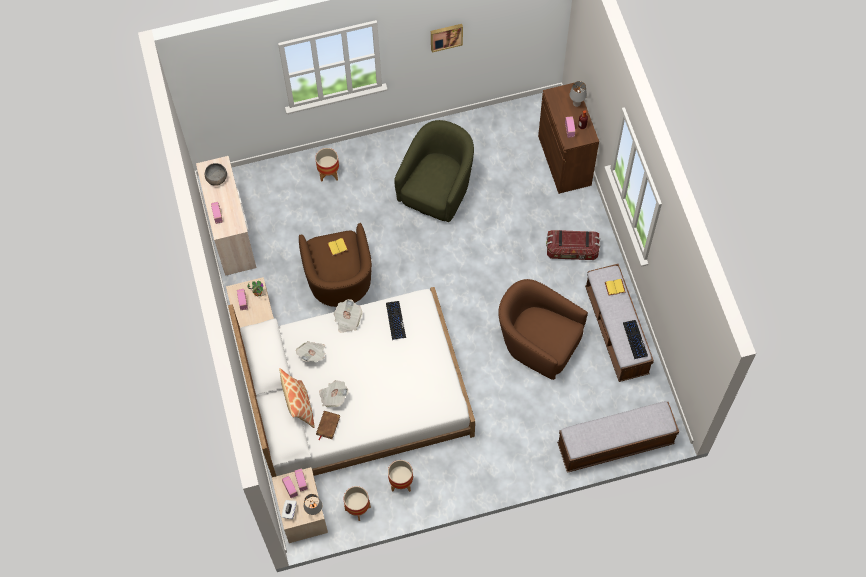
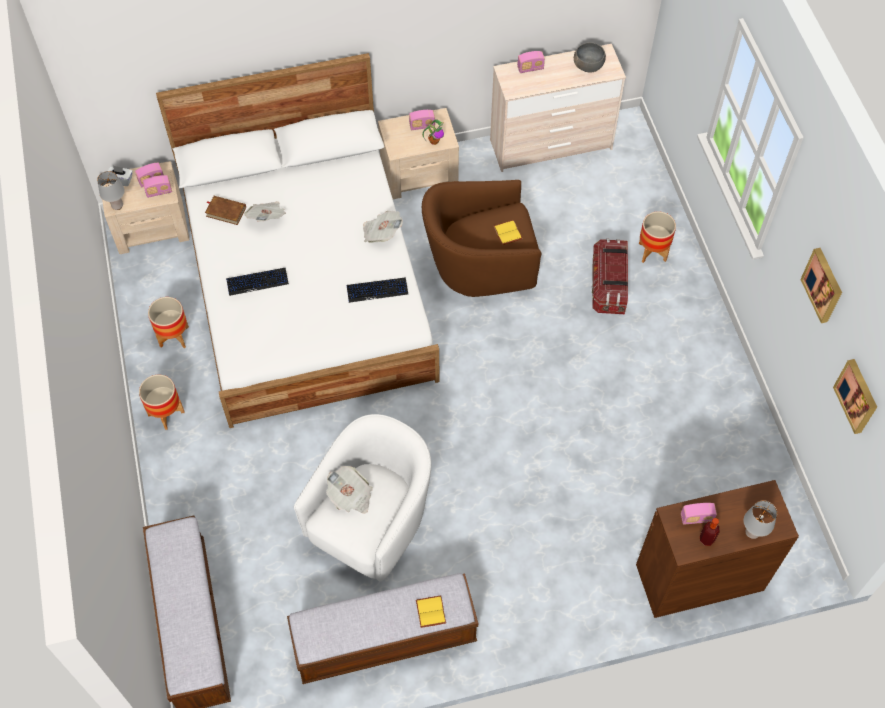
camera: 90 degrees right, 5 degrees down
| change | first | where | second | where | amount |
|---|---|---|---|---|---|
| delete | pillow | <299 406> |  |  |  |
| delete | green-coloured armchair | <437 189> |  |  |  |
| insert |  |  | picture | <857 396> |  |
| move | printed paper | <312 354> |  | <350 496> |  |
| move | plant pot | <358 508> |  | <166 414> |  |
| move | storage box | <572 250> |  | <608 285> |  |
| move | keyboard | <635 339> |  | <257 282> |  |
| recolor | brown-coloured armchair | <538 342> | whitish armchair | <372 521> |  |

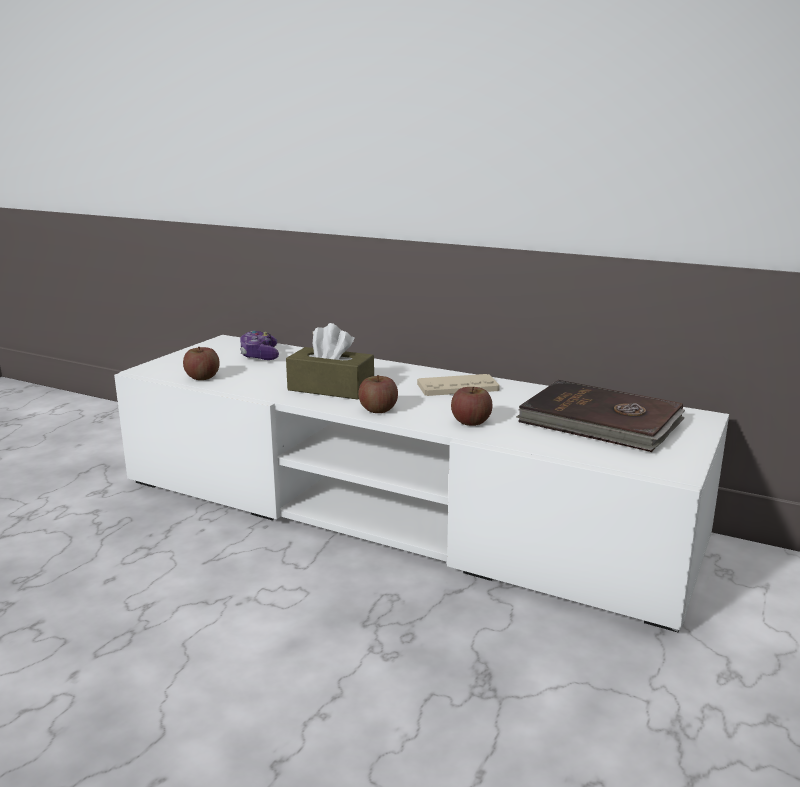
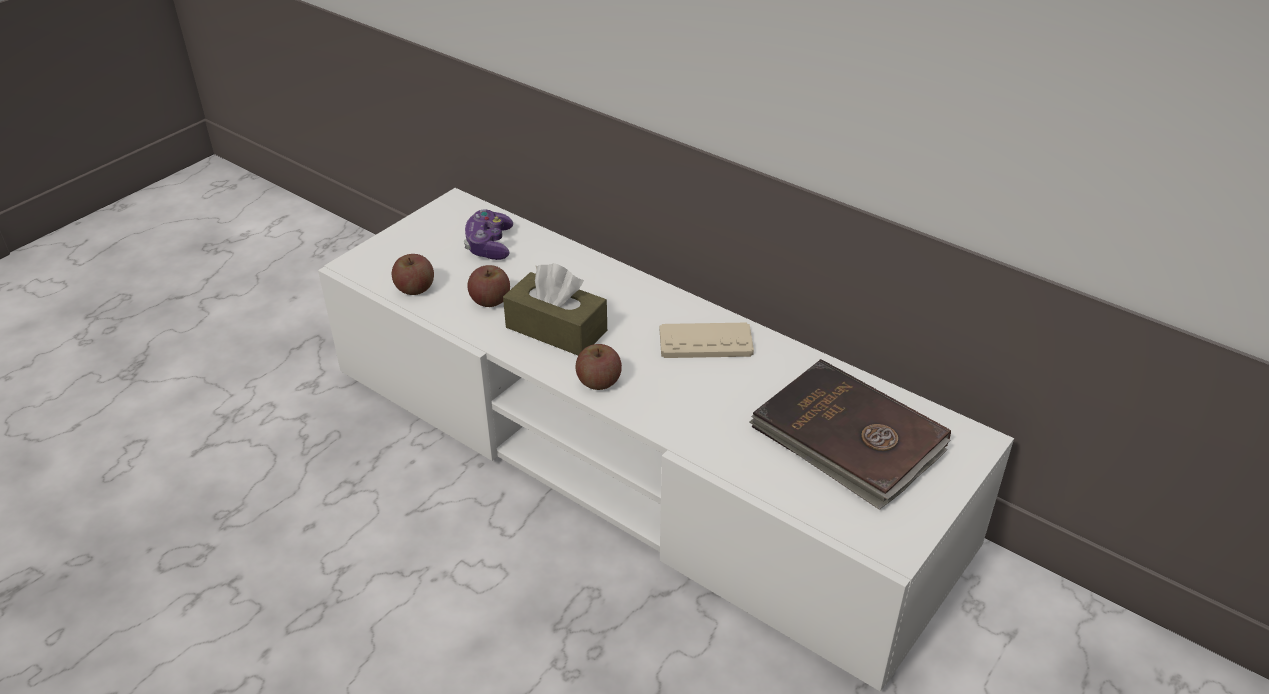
camera: 10 degrees right, 20 degrees up
| change | first | where | second | where | amount |
|---|---|---|---|---|---|
| move | apple | <471 422> |  | <490 300> |  |

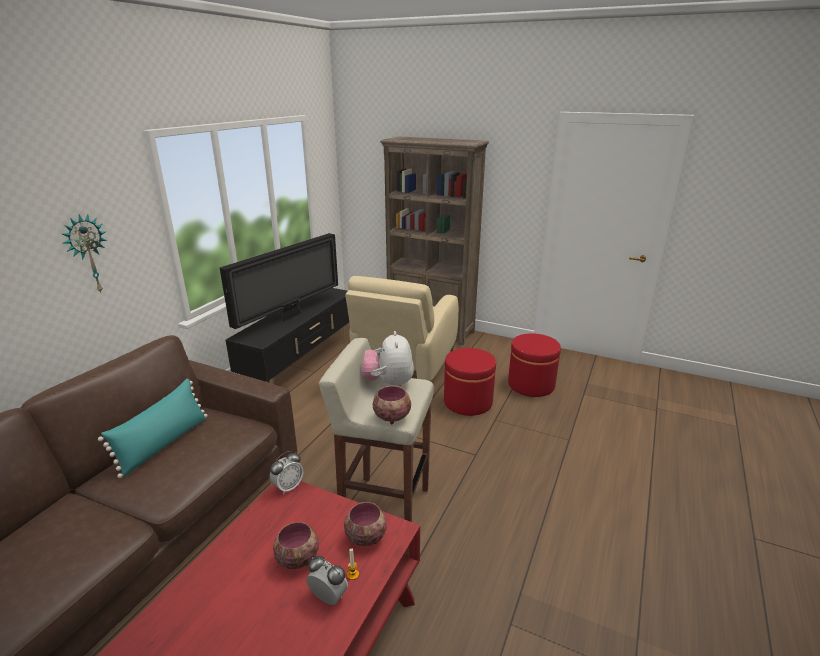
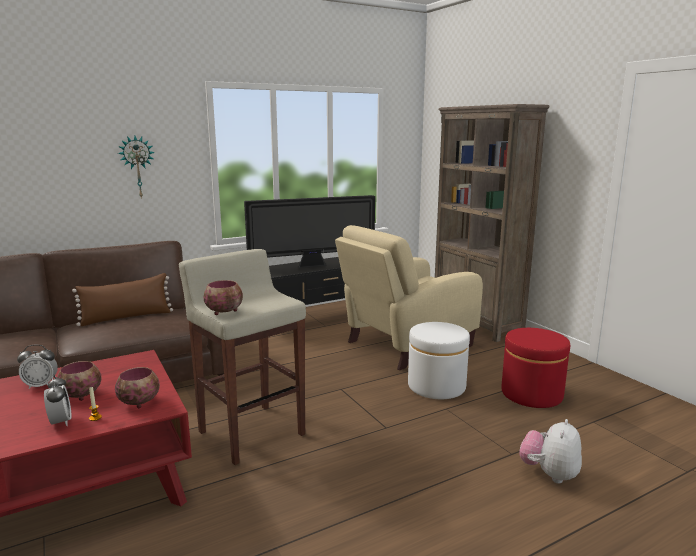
camera: 35 degrees right, 10 degrees down
| change | first | where | second | where | amount |
|---|---|---|---|---|---|
| move | table clock | <288 487> |  | <41 385> |  |
| move | cuddly toy | <388 383> |  | <549 474> |  |
| recolor | turquoise pillow | <164 444> | brown-coloured pillow | <127 317> |  |
| recolor | red pouffe | <468 402> | whitish pouffe | <436 386> |  |

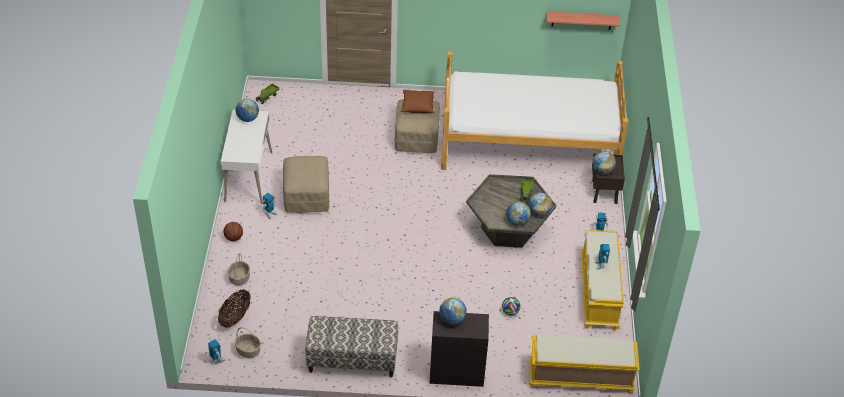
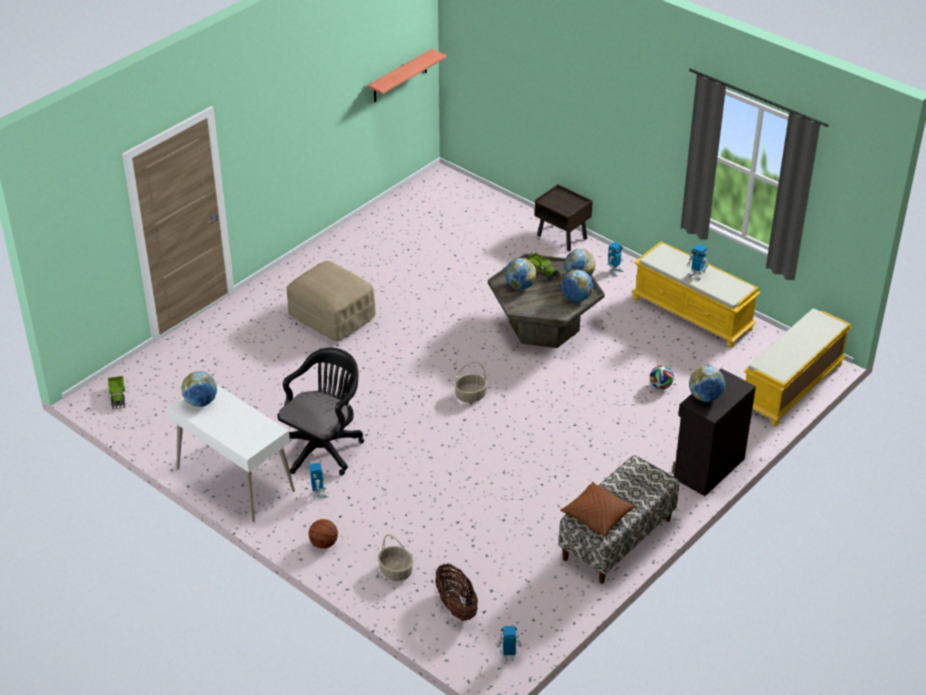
camera: 50 degrees left, 5 degrees down
| change | first | where | second | where | amount |
|---|---|---|---|---|---|
| delete | bedroom bed | <529 143> |  |  |  |
| move | storage basket | <248 351> |  | <470 396> |  |
| move | brown-coloured pillow | <417 106> |  | <597 516> |  |
| move | world globe | <602 170> |  | <520 286> |  |
| replace | beige pouffe | <307 195> | blackish computer chair | <324 447> |  |

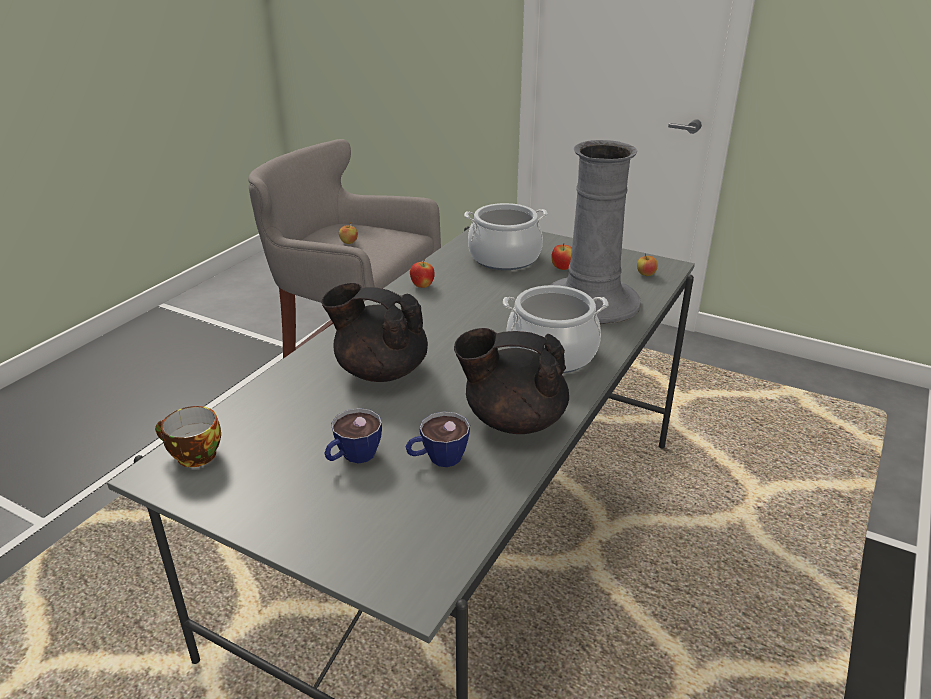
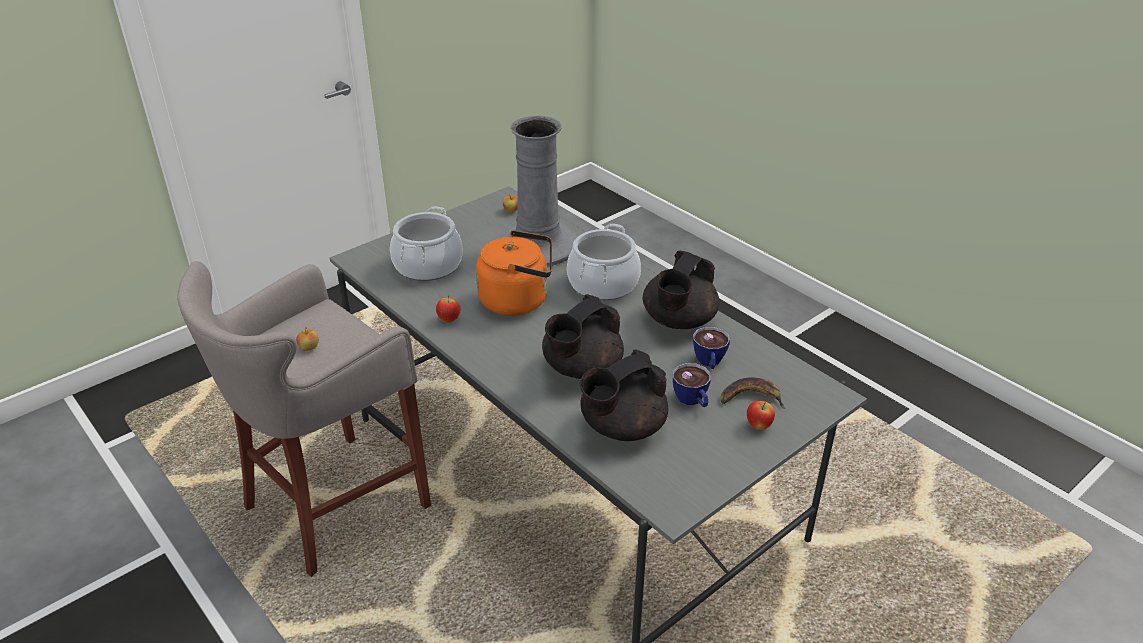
camera: 70 degrees left, 5 degrees up
| change | first | where | second | where | amount |
|---|---|---|---|---|---|
| delete | drinking cup | <193 456> |  |  |  |
| insert |  |  | orange kettle | <518 300> |  |
| insert |  |  | blackish tea pot | <621 427> |  |
| insert |  |  | banana | <751 398> |  |
| move | apple | <562 268> |  | <758 426> |  |

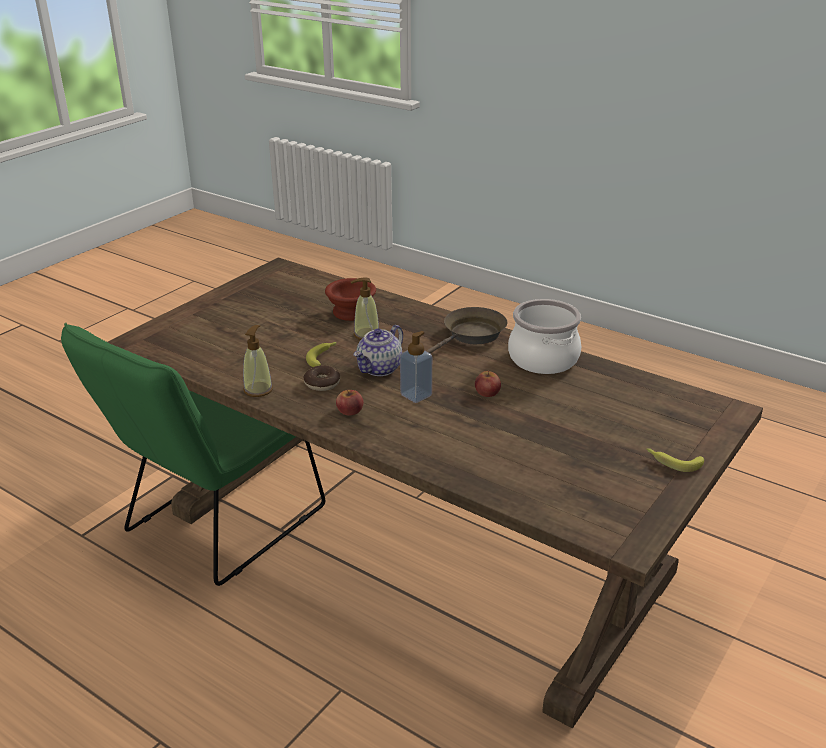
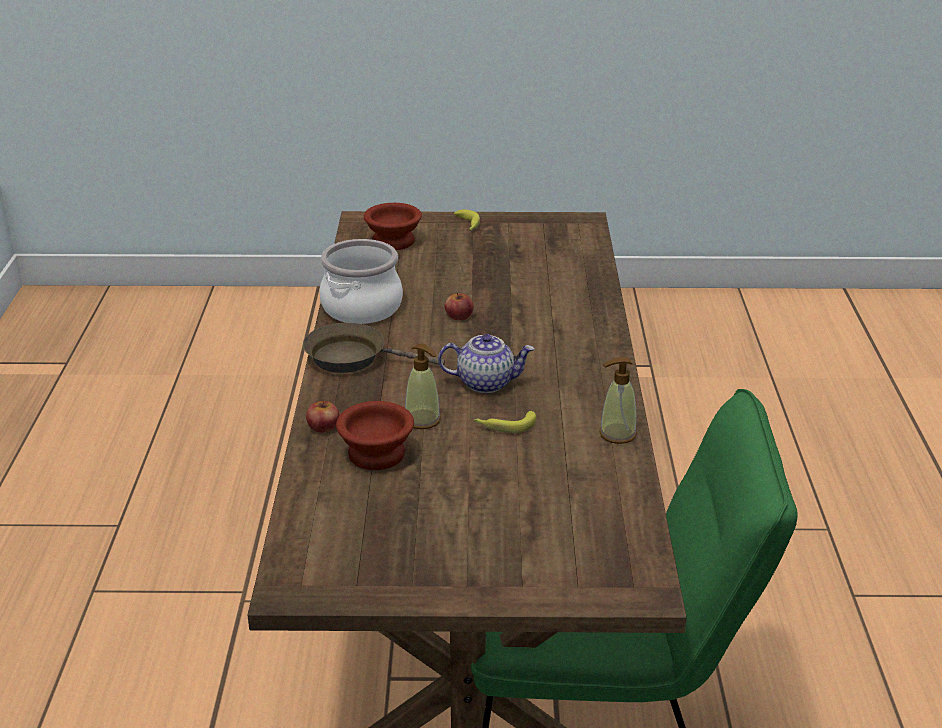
camera: 125 degrees left, 0 degrees up
| change | first | where | second | where | amount |
|---|---|---|---|---|---|
| delete | donut | <322 383> |  |  |  |
| delete | soap dispenser | <416 395> |  |  |  |
| insert |  |  | brown-coloured bowl | <392 240> |  |
| move | apple | <350 410> |  | <323 426> |  |

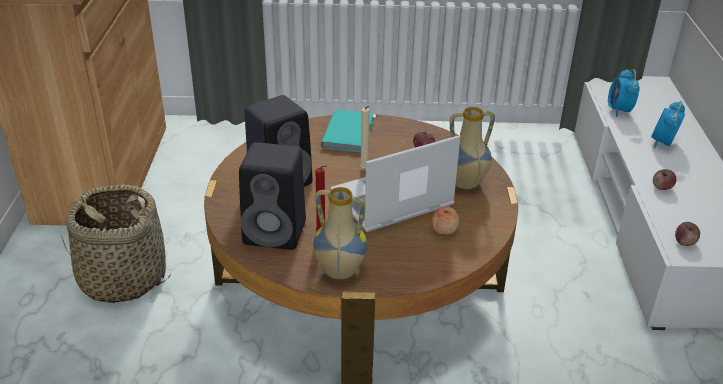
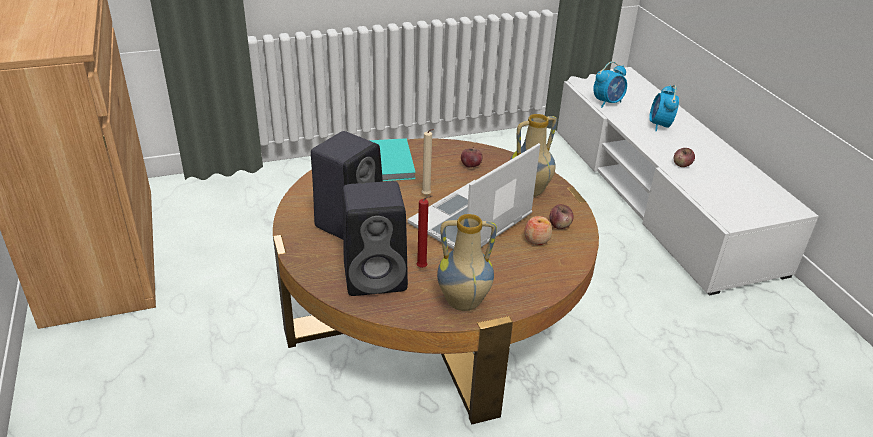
camera: 20 degrees left, 0 degrees up
| change | first | where | second | where | amount |
|---|---|---|---|---|---|
| delete | storage basket | <122 278> |  |  |  |
| move | apple | <685 242> |  | <560 225> |  |
| rotate | table clock | <619 110> |  | <608 102> | 105 degrees counterclockwise |

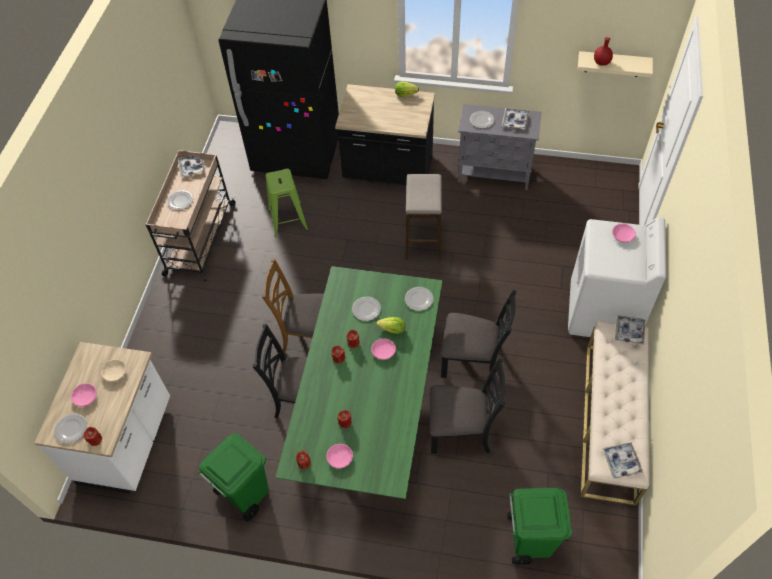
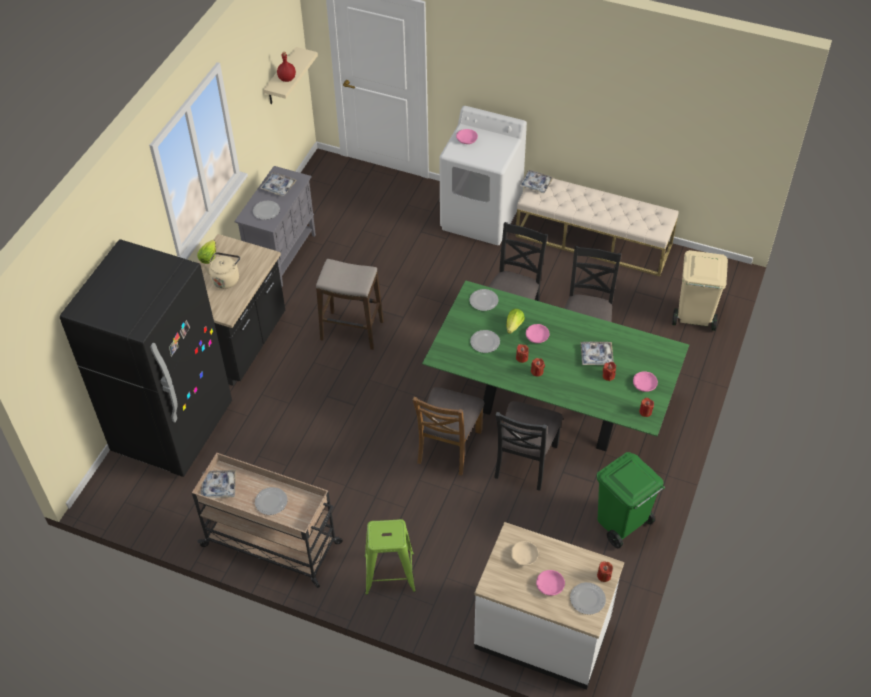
camera: 80 degrees left, 5 degrees down
| change | first | where | second | where | amount |
|---|---|---|---|---|---|
| insert |  |  | beige kettle | <226 279> |  |
| move | green-coloured sitting stool | <288 219> |  | <390 573> |  |
| move | tray | <621 462> |  | <596 356> |  |
| recolor | green-coloured waste bin | <529 539> | beige waste bin | <693 317> |  |

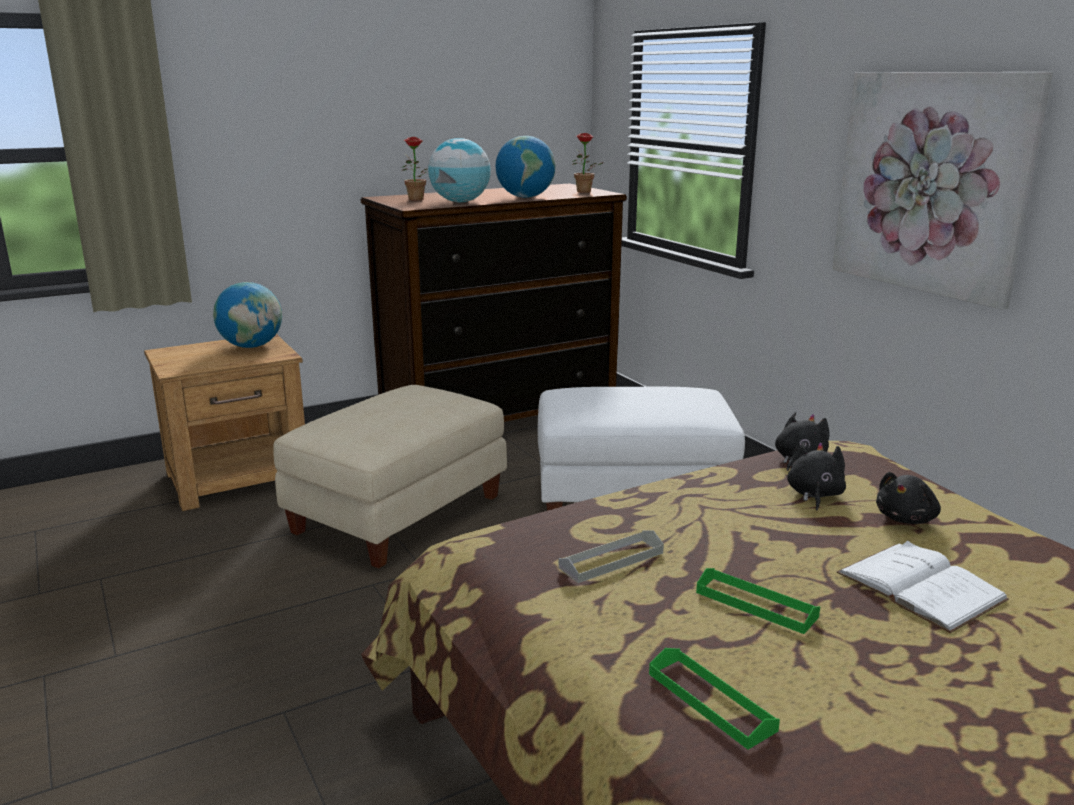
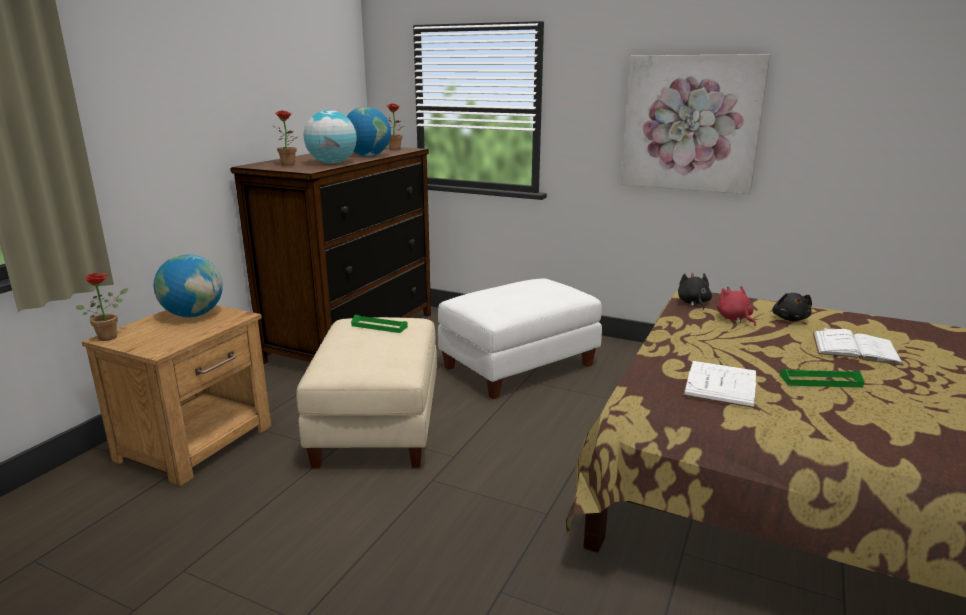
camera: 35 degrees left, 0 degrees up
| change | first | where | second | where | amount |
|---|---|---|---|---|---|
| insert |  |  | potted plant | <111 336> |  |
| move | green-coloured tray | <710 701> |  | <379 326> |  |
| replace | grey tray | <611 560> | whitish volume | <721 384> |  |
| recolor | blackish cuddly toy | <814 495> | red cuddly toy | <734 319> |  |

